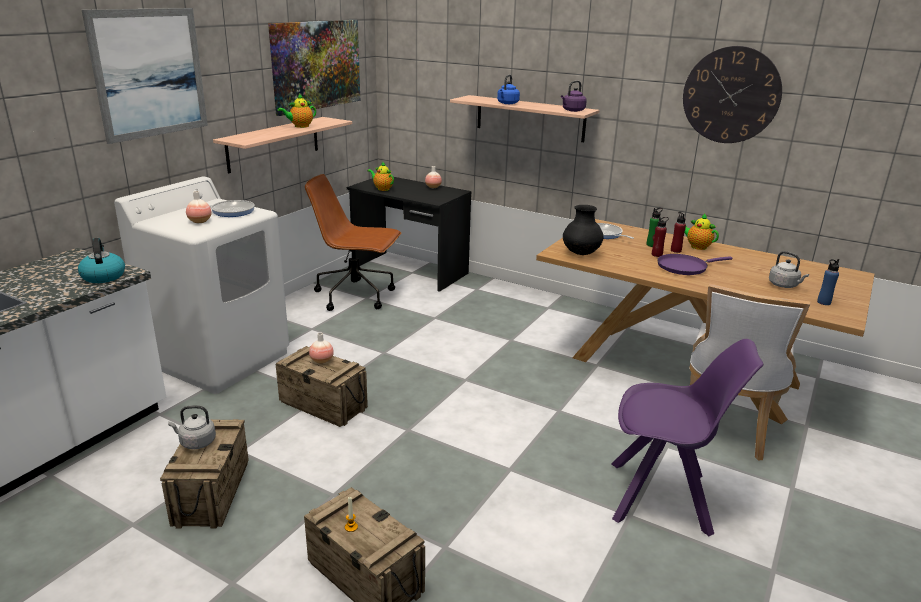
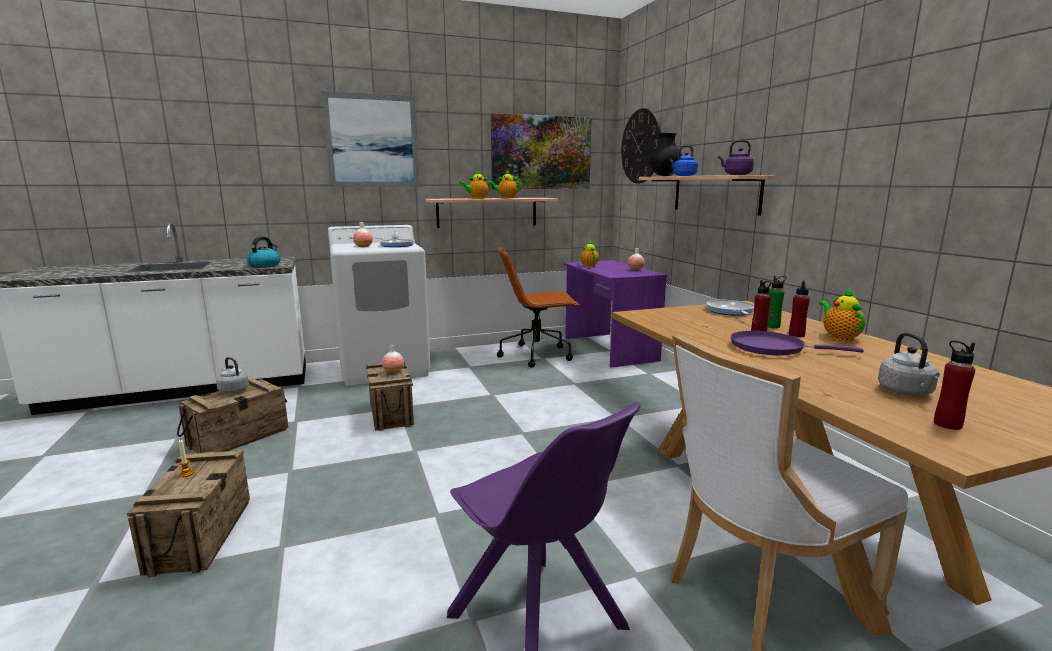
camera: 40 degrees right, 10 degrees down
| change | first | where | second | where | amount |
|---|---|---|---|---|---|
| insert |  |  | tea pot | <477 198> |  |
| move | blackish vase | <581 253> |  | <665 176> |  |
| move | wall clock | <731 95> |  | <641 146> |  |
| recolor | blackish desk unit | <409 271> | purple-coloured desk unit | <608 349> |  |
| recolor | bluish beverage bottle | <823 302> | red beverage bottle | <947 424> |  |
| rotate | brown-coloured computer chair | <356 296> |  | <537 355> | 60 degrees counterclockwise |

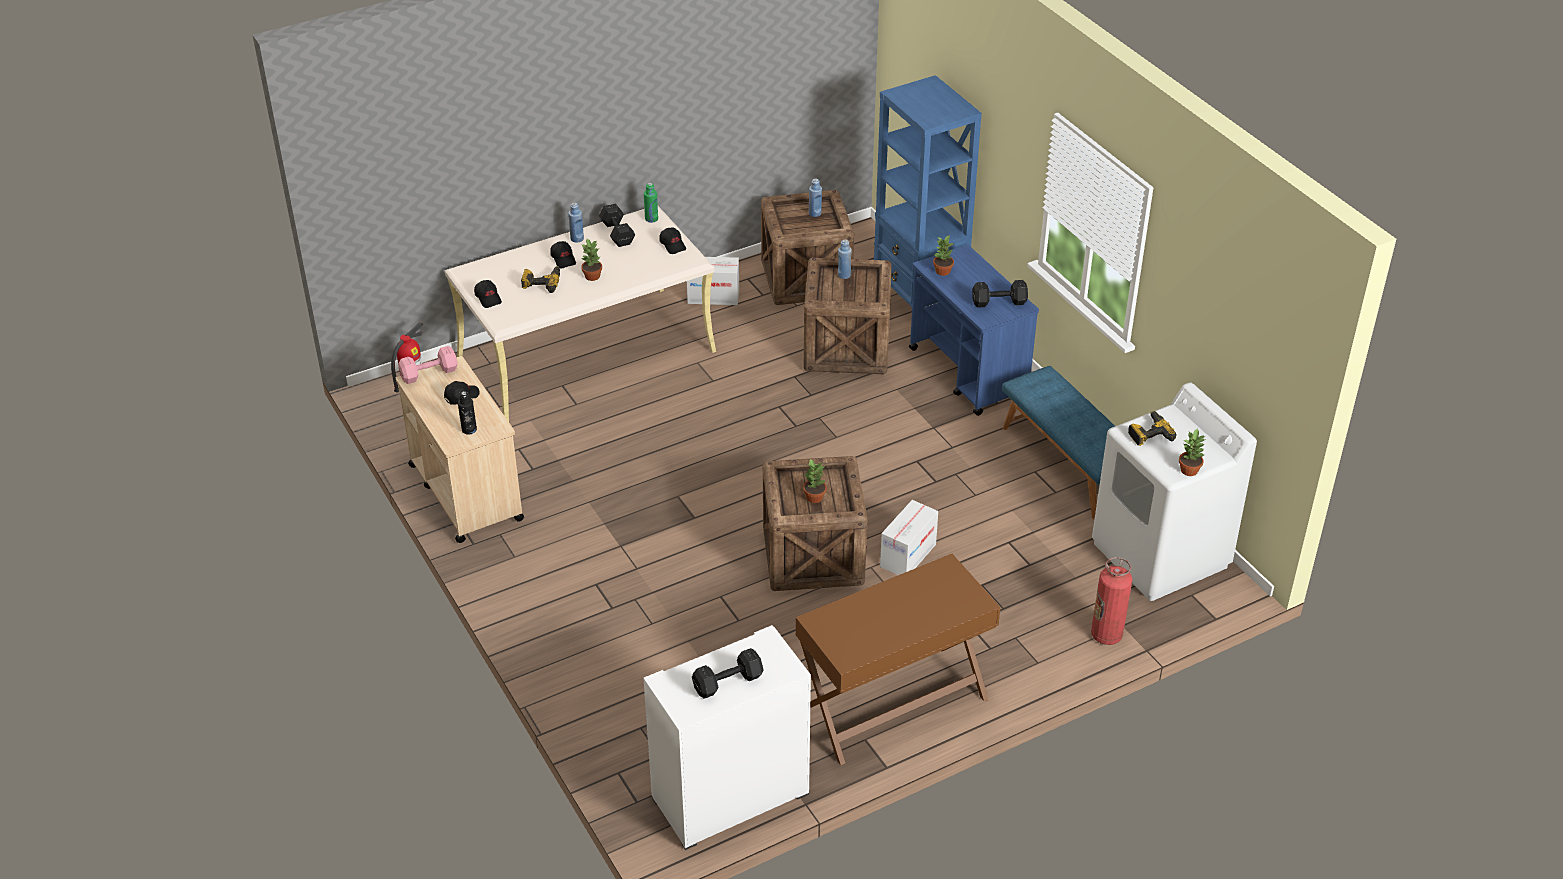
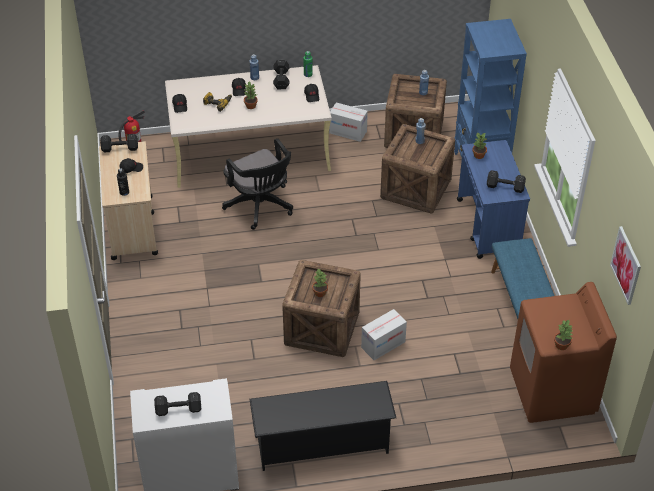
camera: 20 degrees right, 5 degrees up
| change | first | where | second | where | amount |
|---|---|---|---|---|---|
| delete | fire-fighting cylinder | <1106 635> |  |  |  |
| delete | power drill | <1148 433> |  |  |  |
| insert |  |  | blackish computer chair | <261 207> |  |
| insert |  |  | picture | <626 265> |  |
| replace | brown-coloured desk unit | <893 704> | blackish shoe shelf | <322 444> |  |
| recolor | pinkish hand weight | <430 373> | blackish hand weight | <121 148> |  |
| recolor | whitish laundry appliance | <1160 555> | brown-coloured laundry appliance | <552 392> |  |

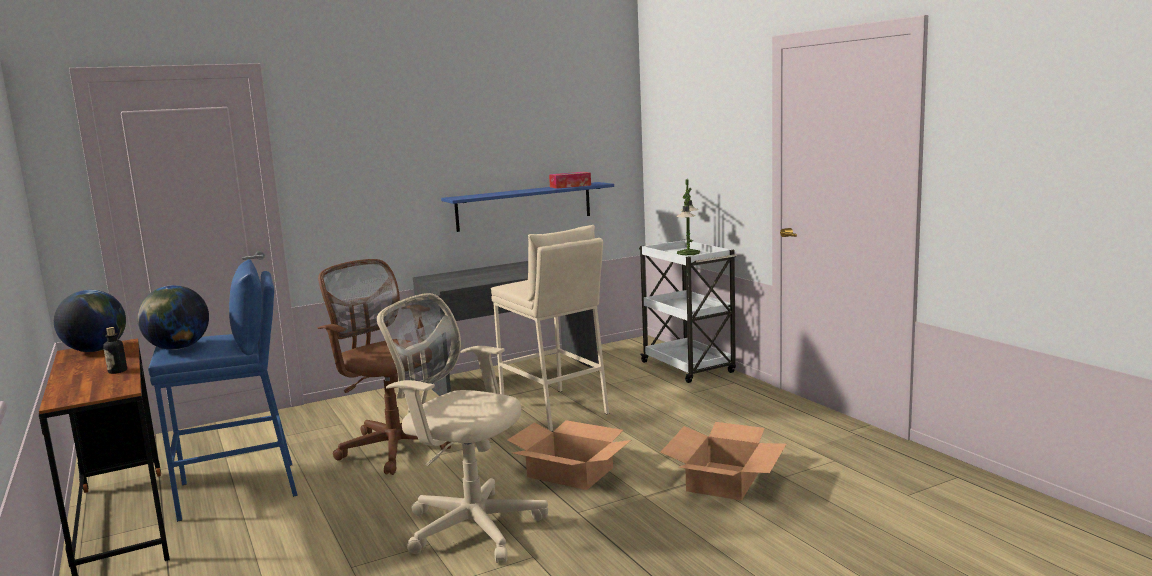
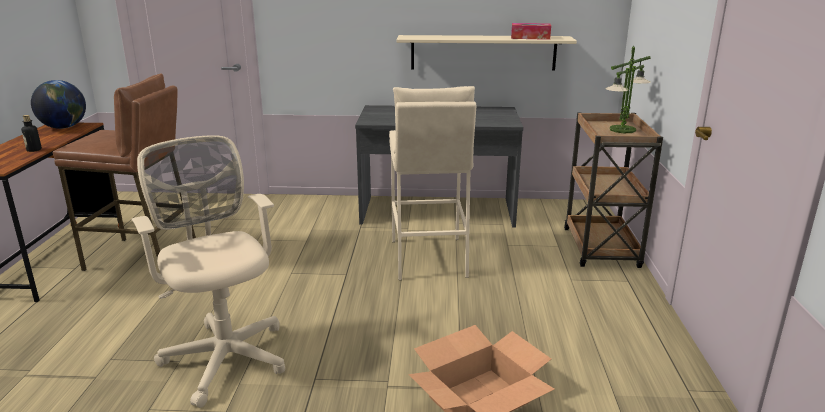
camera: 30 degrees right, 10 degrees up
| change | first | where | second | where | amount |
|---|---|---|---|---|---|
| delete | world globe | <178 348> |  |  |  |
| delete | brown-coloured computer chair | <392 447> |  |  |  |
| delete | carton | <570 472> |  |  |  |
| recolor | bluish sitting stool | <239 490> | brown-coloured sitting stool | <142 257> |  |
| recolor | bluish bracket shelf | <524 206> | beige bracket shelf | <483 52> |  |
| recolor | whitish cart | <688 368> | brown-coloured cart | <601 249> |  |

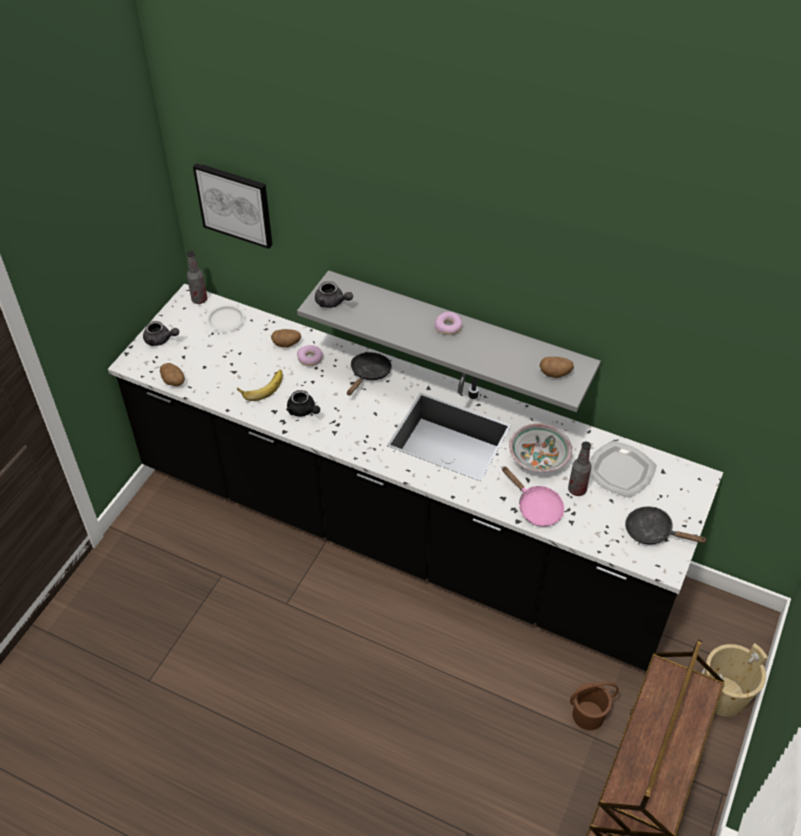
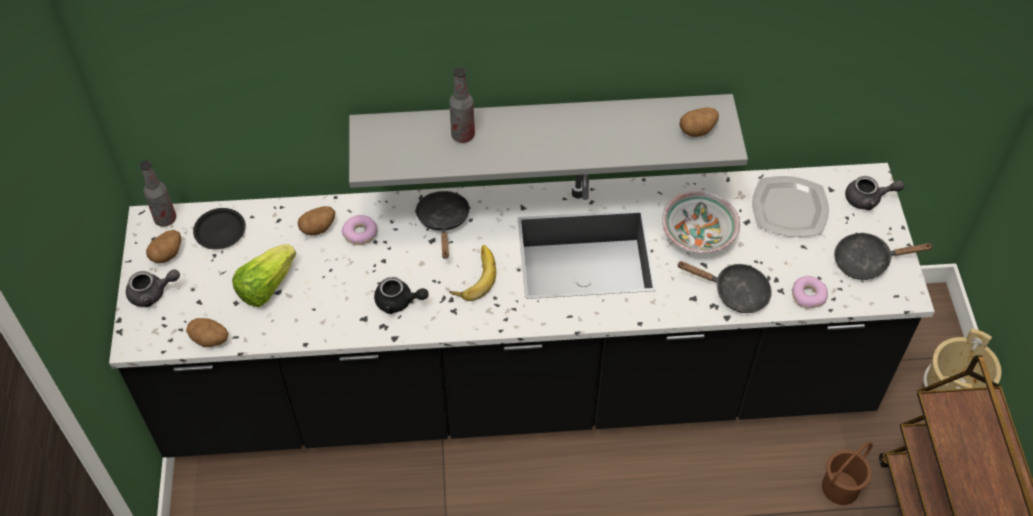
camera: 30 degrees left, 5 degrees up
| change | first | where | second | where | amount |
|---|---|---|---|---|---|
| delete | picture | <235 204> |  |  |  |
| insert |  |  | spud | <167 254> |  |
| insert |  |  | head of lettuce | <266 286> |  |
| move | banana | <261 386> |  | <473 275> |  |
| move | grey tea pot | <332 302> |  | <868 199> |  |
| move | donut | <448 327> |  | <808 295> |  |
| move | beverage bottle | <577 489> |  | <463 135> |  |
| recolor | whitish dinner plate | <226 321> | blackish dinner plate | <220 231> |  |
| recolor | pinkish pan | <536 507> | blackish pan | <734 292> |  |

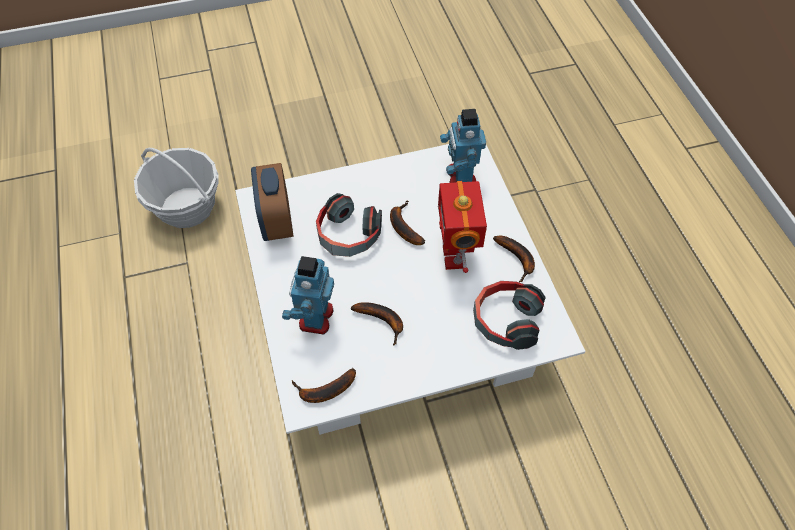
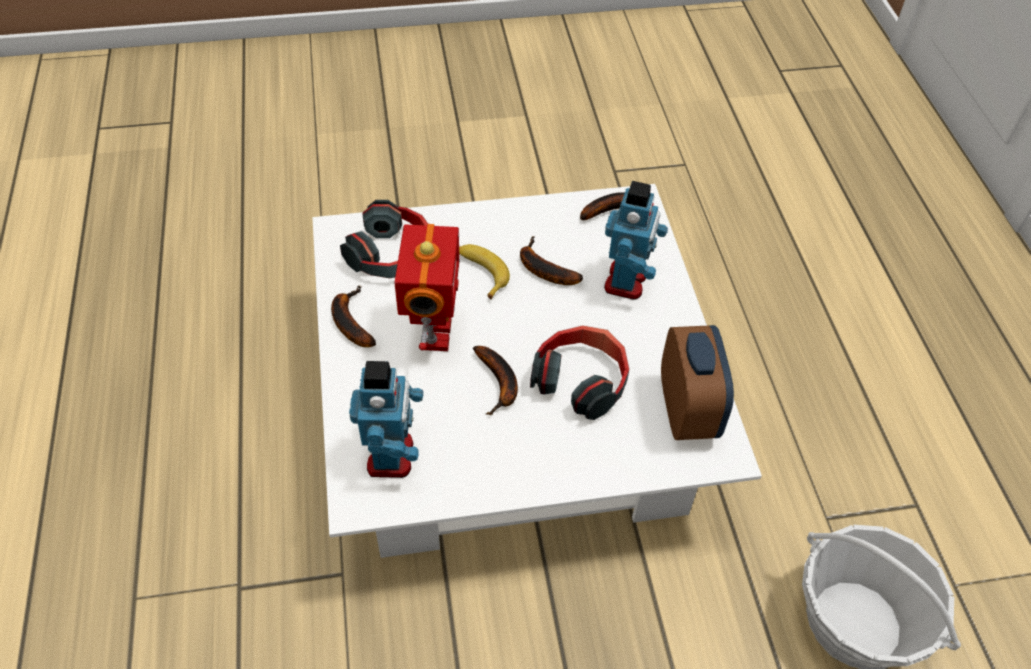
camera: 175 degrees left, 5 degrees down
| change | first | where | second | where | amount |
|---|---|---|---|---|---|
| insert |  |  | banana | <480 273> |  |

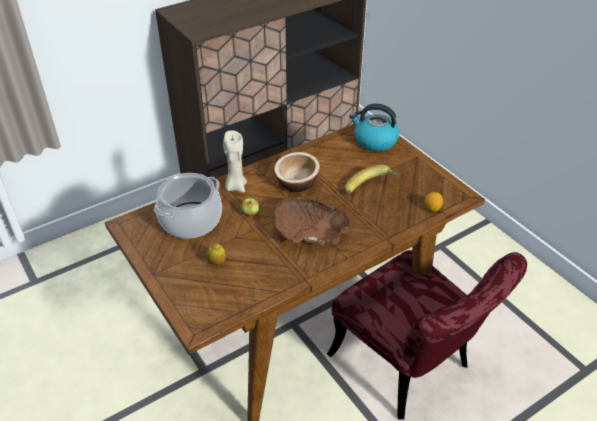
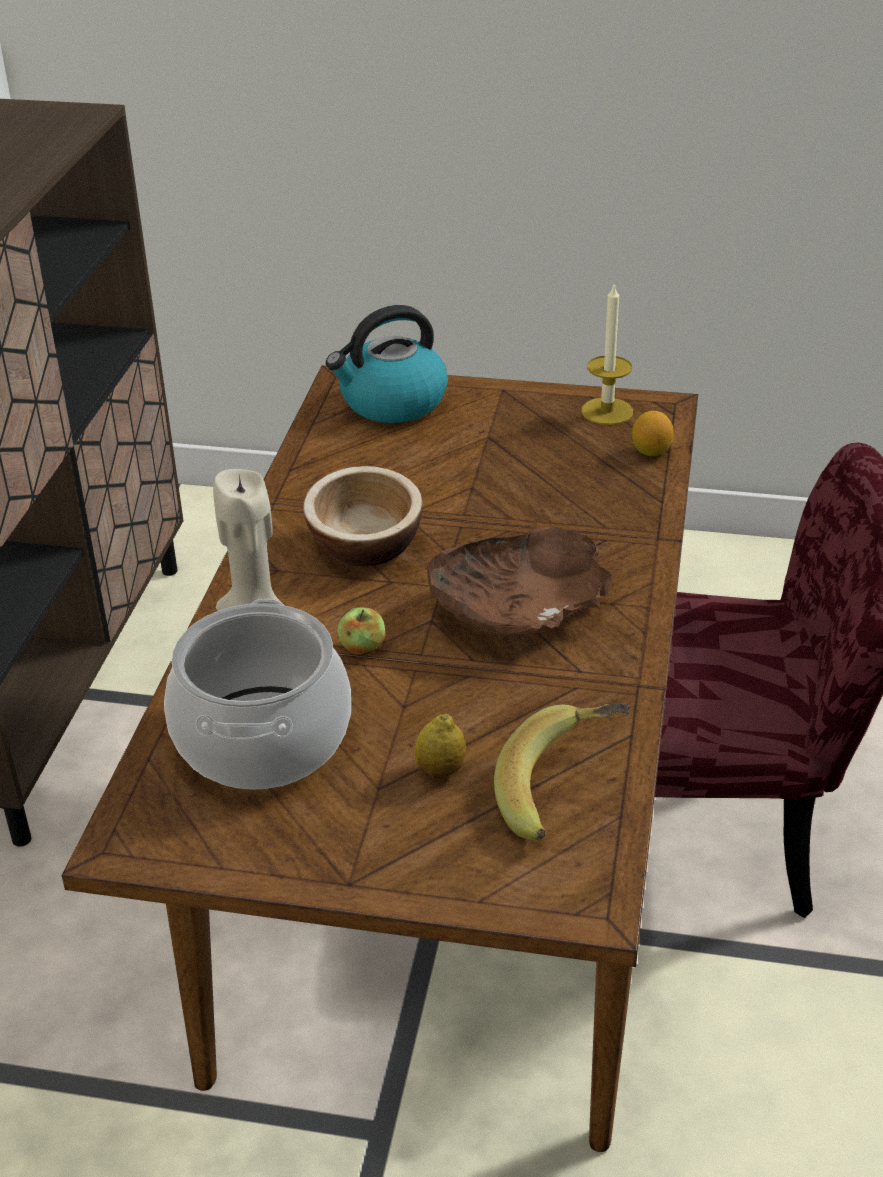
camera: 45 degrees left, 5 degrees down
| change | first | where | second | where | amount |
|---|---|---|---|---|---|
| insert |  |  | wax light | <607 411> |  |
| move | banana | <371 190> |  | <564 792> |  |

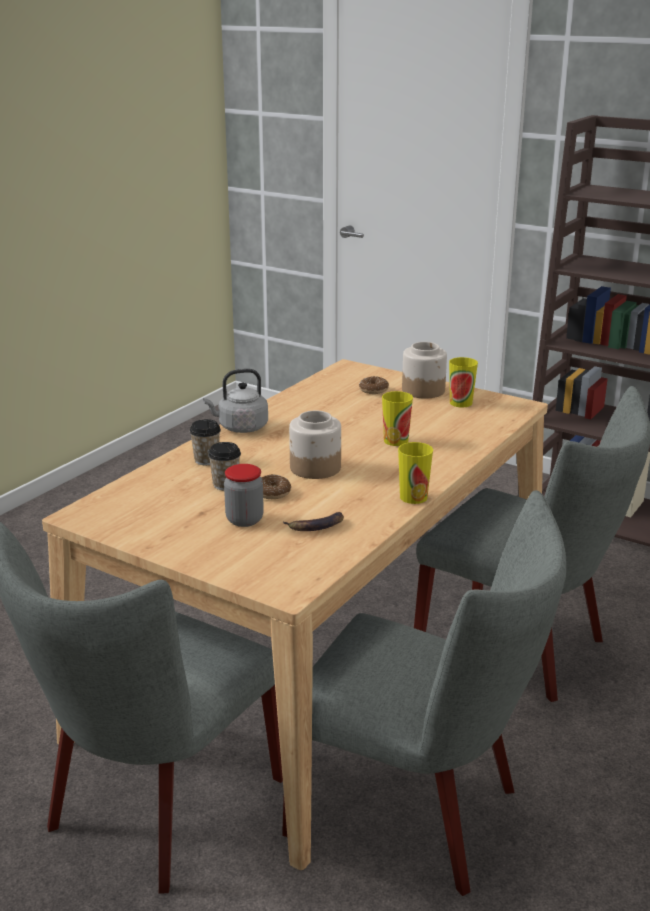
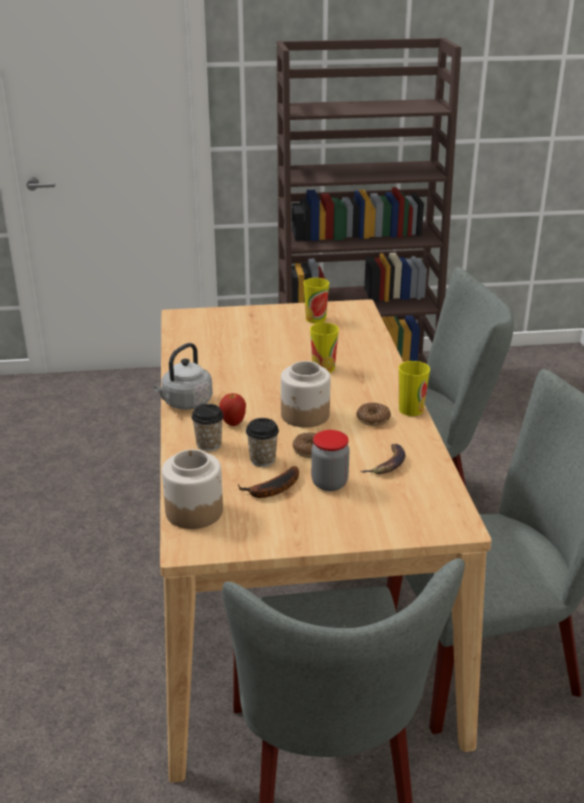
camera: 40 degrees left, 5 degrees up
| change | first | where | second | where | amount |
|---|---|---|---|---|---|
| insert |  |  | apple | <233 423> |  |
| insert |  |  | banana | <272 490> |  |
| move | donut | <373 390> |  | <373 419> |  |
| move | jar | <423 390> |  | <194 511> |  |

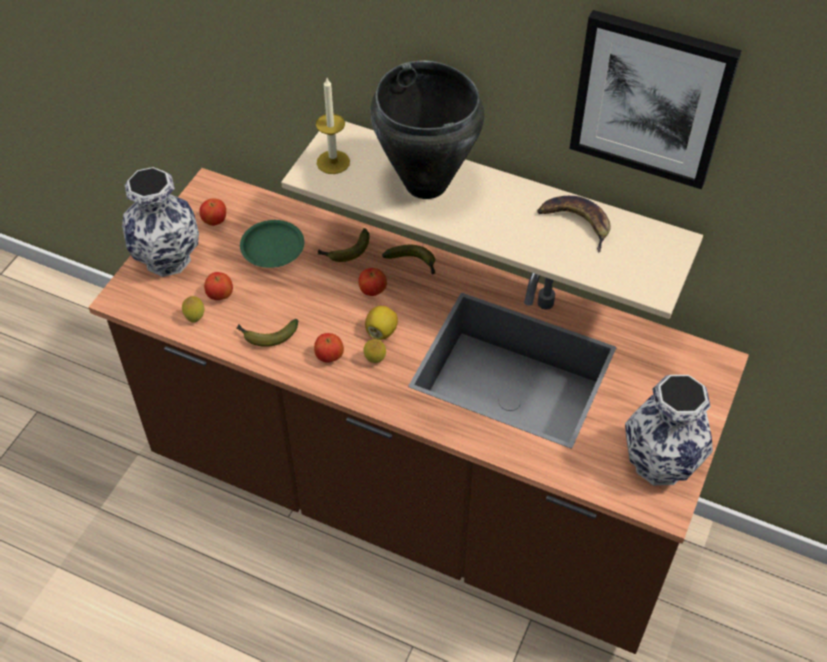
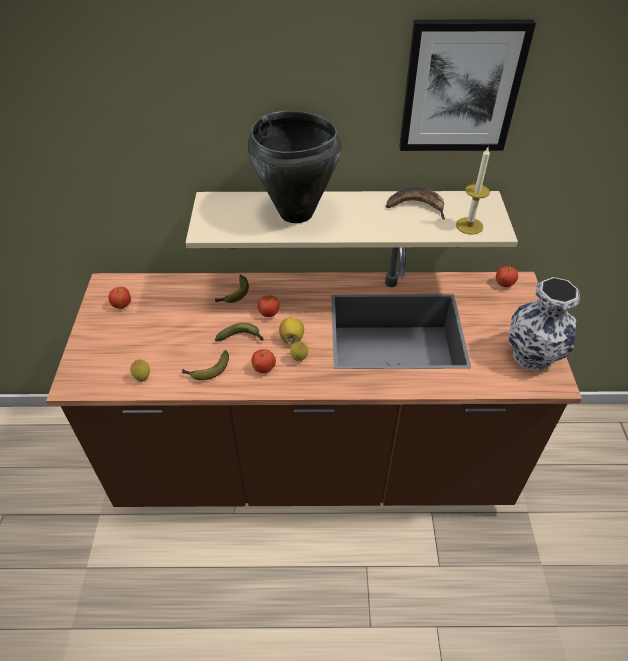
camera: 25 degrees left, 5 degrees down
| change | first | where | second | where | amount |
|---|---|---|---|---|---|
| delete | vase | <166 258> |  |  |  |
| delete | green-coloured dinner plate | <272 247> |  |  |  |
| move | apple | <220 295> |  | <504 284> |  |
| move | wax light | <333 162> |  | <469 226> |  |
| move | banana | <414 263> |  | <242 338> |  |

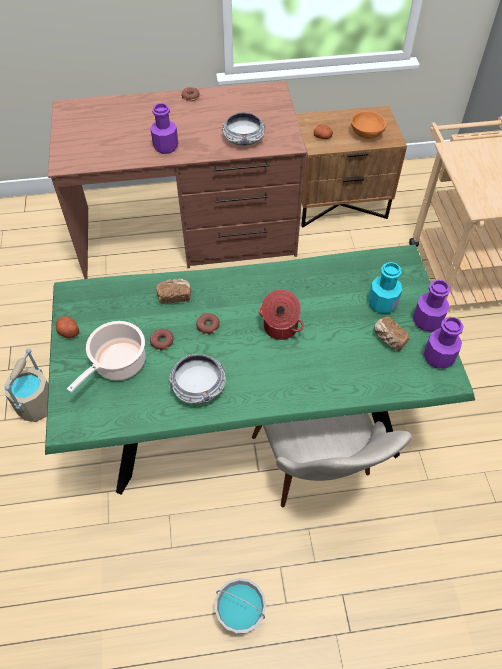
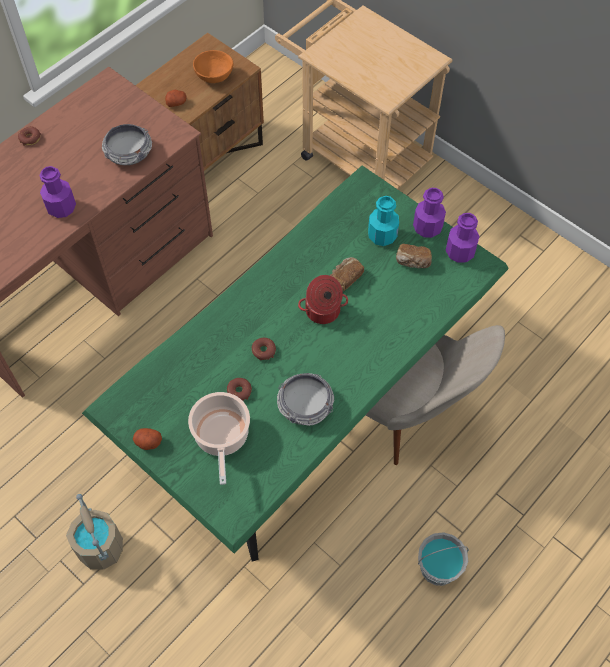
camera: 40 degrees left, 5 degrees up
| change | first | where | second | where | amount |
|---|---|---|---|---|---|
| move | baked bread | <174 296> |  | <345 278> |  |

